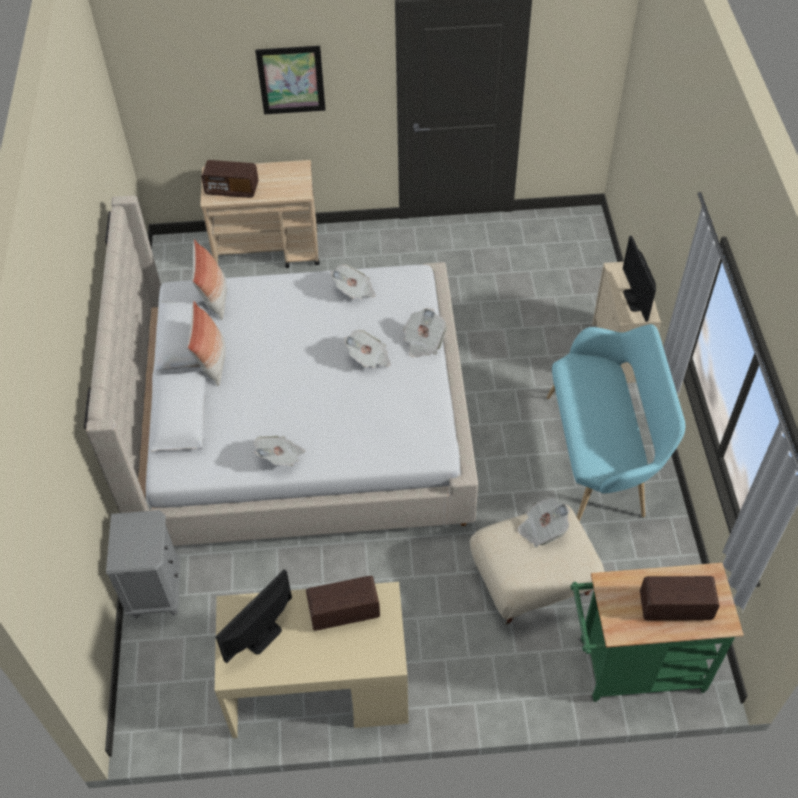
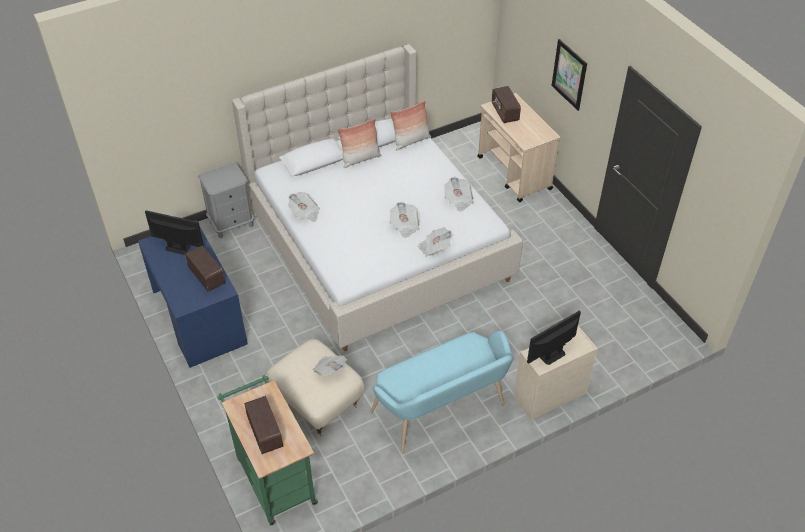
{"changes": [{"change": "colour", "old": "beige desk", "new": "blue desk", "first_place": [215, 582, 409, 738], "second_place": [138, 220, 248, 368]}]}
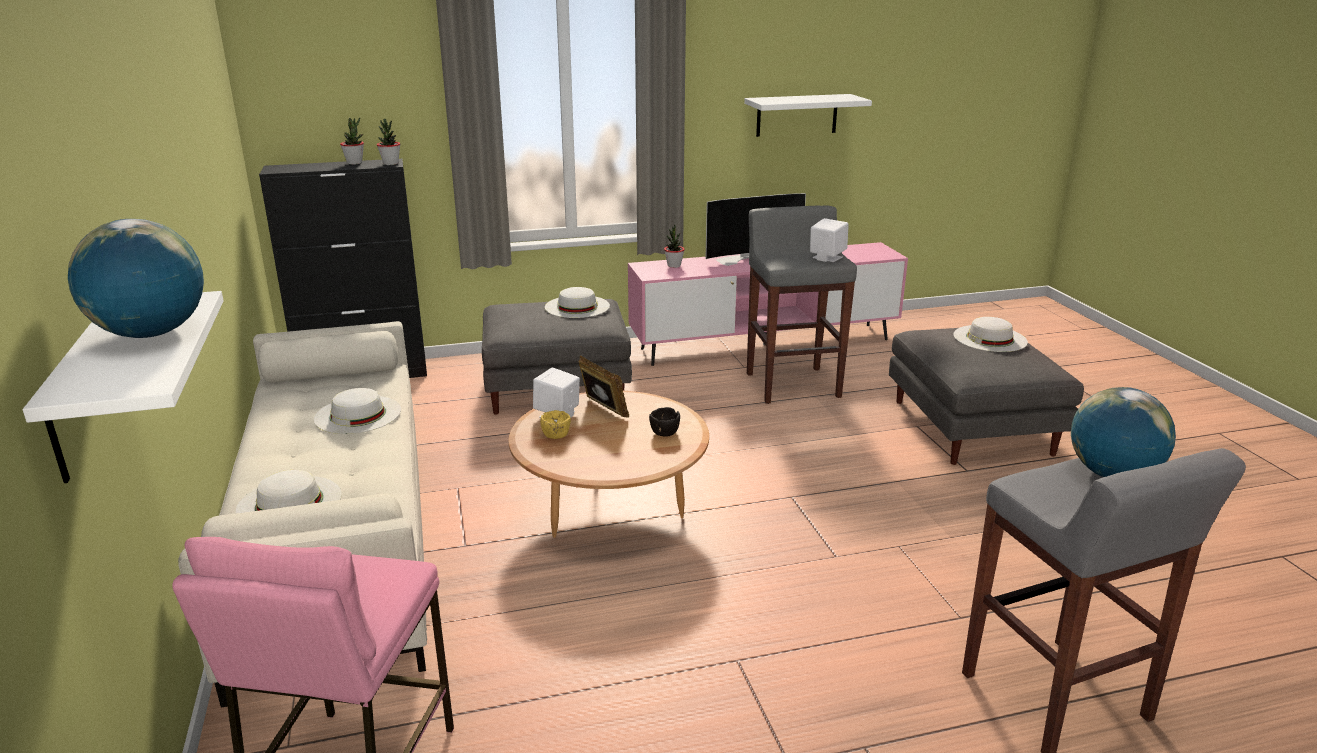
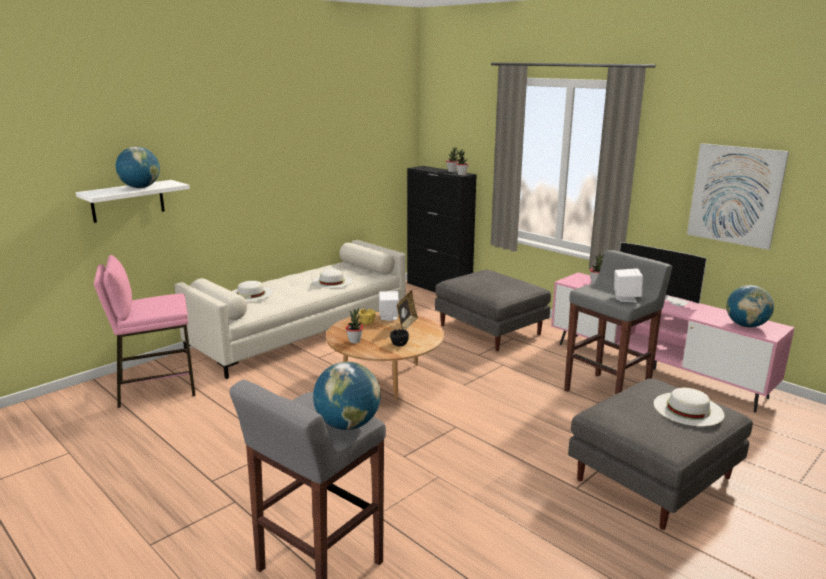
{"changes": [{"change": "exchanged", "old": "white shelf", "new": "picture", "first_place": [744, 94, 872, 137], "second_place": [687, 143, 789, 250]}, {"change": "missing", "old": "white hat", "first_place": [545, 287, 610, 318]}, {"change": "appeared", "new": "globe", "second_place": [726, 285, 774, 327]}, {"change": "appeared", "new": "potted plant", "second_place": [346, 307, 363, 344]}]}
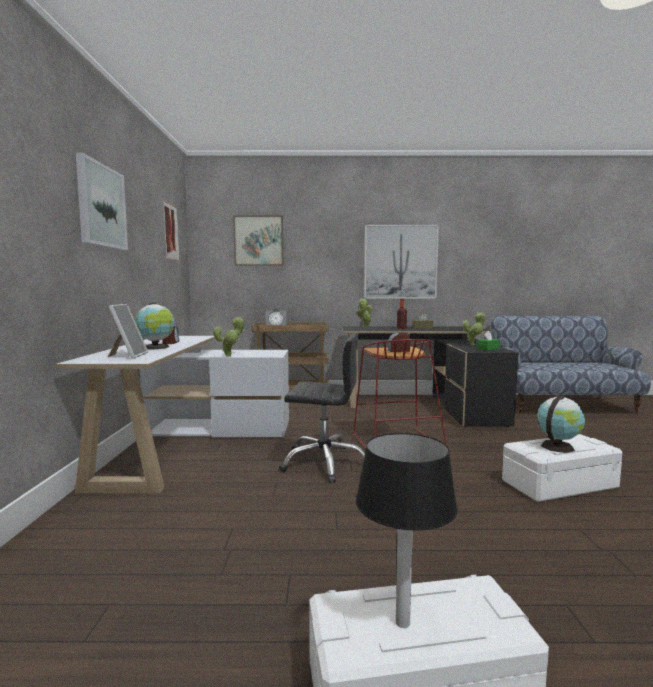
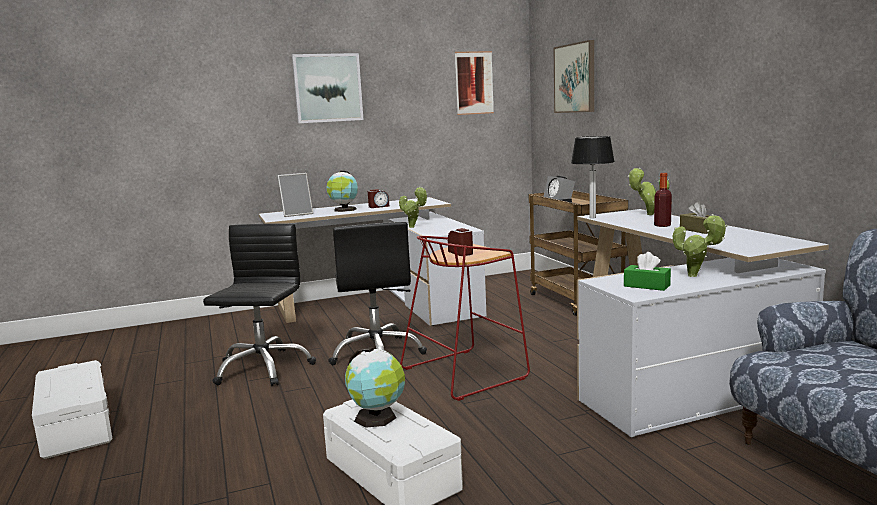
{"changes": [{"change": "missing", "old": "picture", "first_place": [364, 225, 439, 299]}, {"change": "colour", "old": "black desk", "new": "white desk", "first_place": [342, 327, 519, 427], "second_place": [577, 209, 829, 437]}, {"change": "relocated", "old": "table lamp", "first_place": [356, 433, 458, 628], "second_place": [571, 136, 615, 218]}, {"change": "appeared", "new": "black office chair", "second_place": [203, 223, 316, 386]}]}
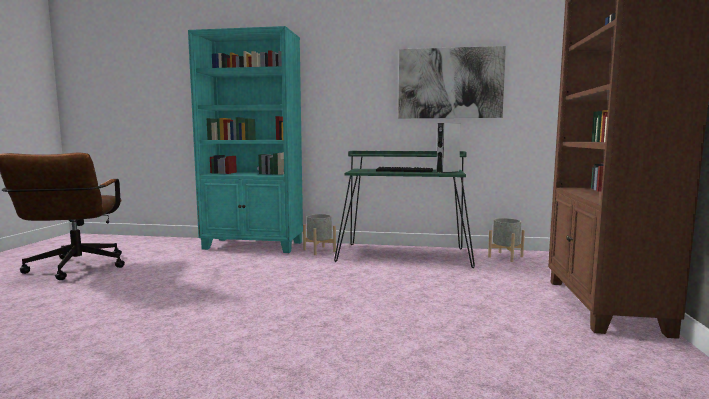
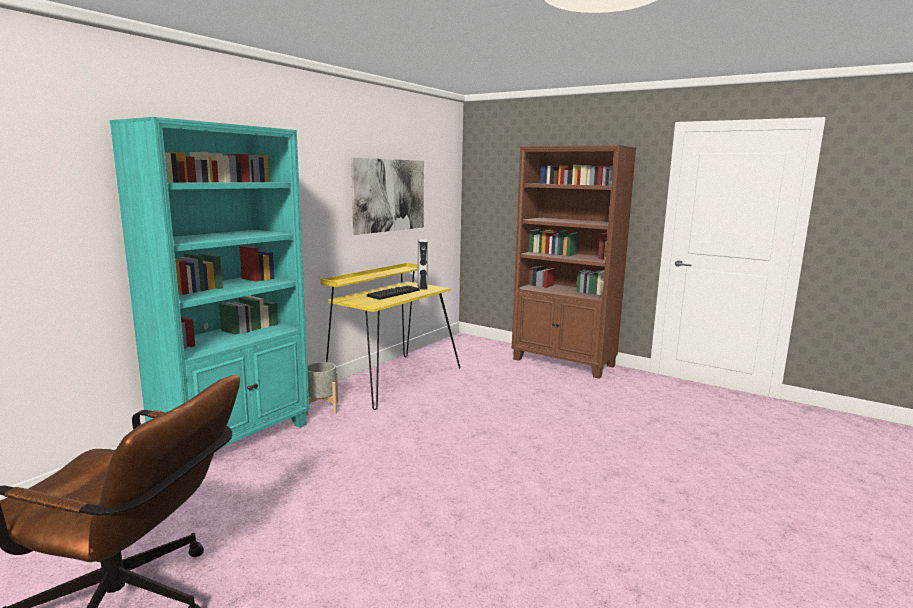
{"changes": [{"change": "colour", "old": "green desk", "new": "yellow desk", "first_place": [334, 151, 475, 268], "second_place": [320, 263, 460, 410]}, {"change": "missing", "old": "grey planter", "first_place": [488, 218, 525, 262]}]}
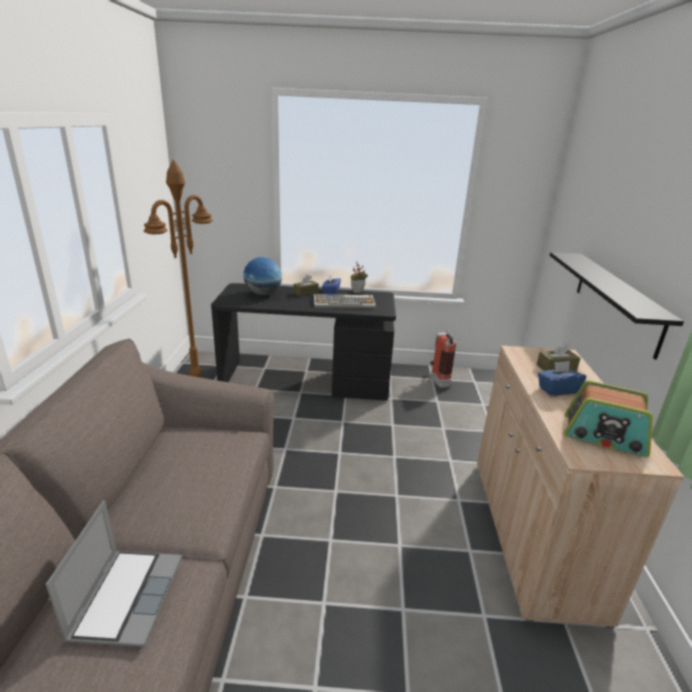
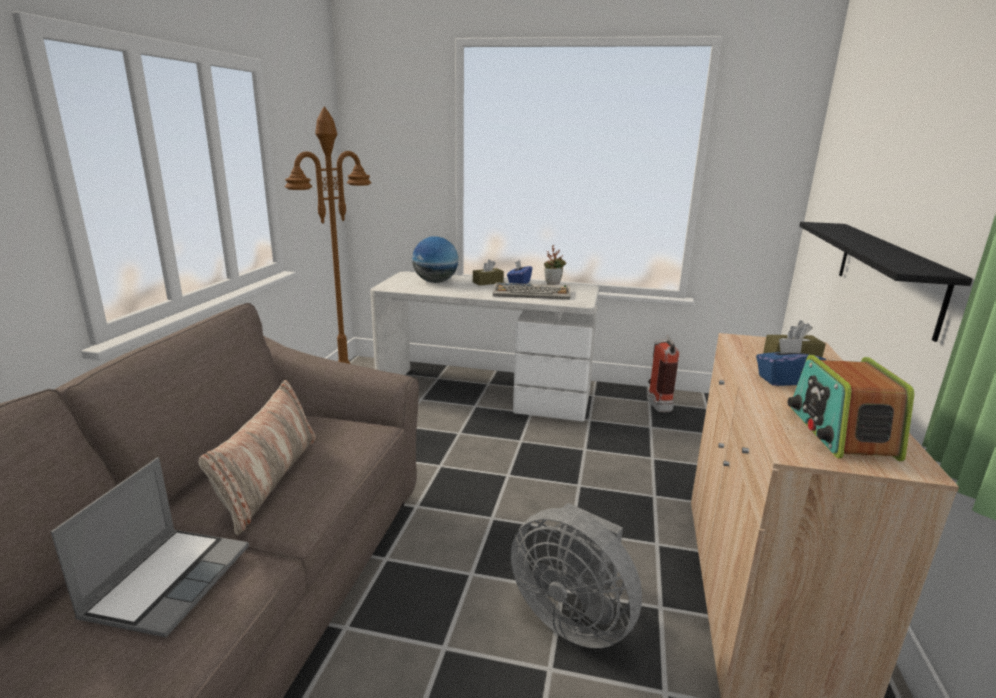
{"changes": [{"change": "colour", "old": "black desk", "new": "white desk", "first_place": [211, 283, 396, 401], "second_place": [370, 272, 599, 421]}, {"change": "spun", "old": "radio", "first_place": [563, 380, 653, 457], "second_place": [788, 355, 914, 461], "degrees": 60}, {"change": "appeared", "new": "pillow", "second_place": [199, 380, 316, 535]}, {"change": "appeared", "new": "grey fan", "second_place": [511, 503, 642, 648]}]}
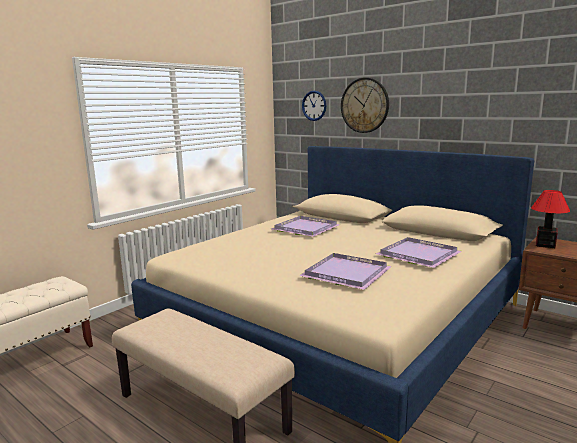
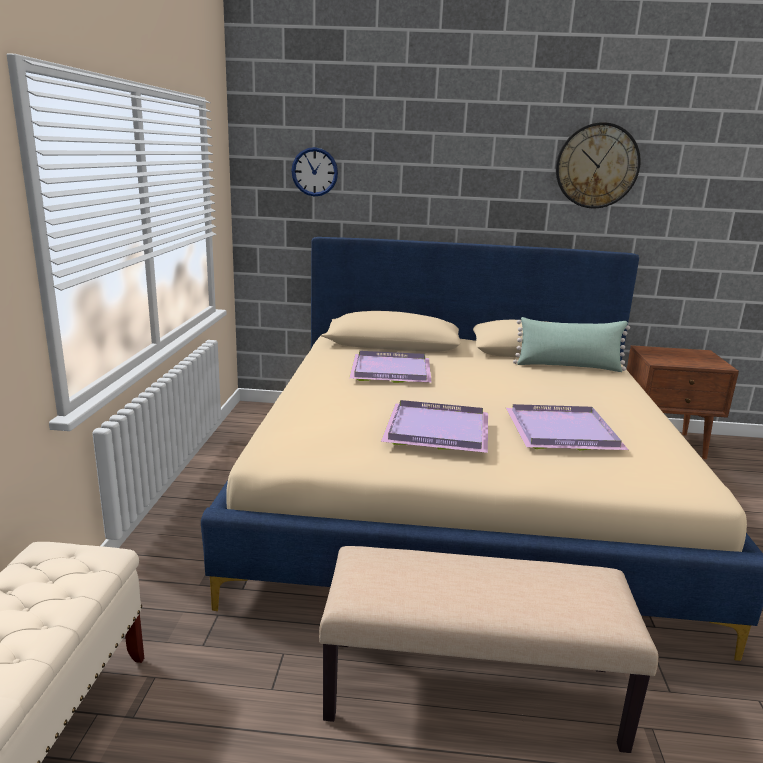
{"changes": [{"change": "relocated", "old": "wall clock", "first_place": [341, 78, 389, 133], "second_place": [556, 122, 641, 208]}, {"change": "missing", "old": "table lamp", "first_place": [531, 190, 570, 248]}, {"change": "relocated", "old": "purple tray", "first_place": [376, 237, 462, 268], "second_place": [381, 400, 488, 453]}, {"change": "appeared", "new": "green pillow", "second_place": [513, 317, 630, 372]}]}
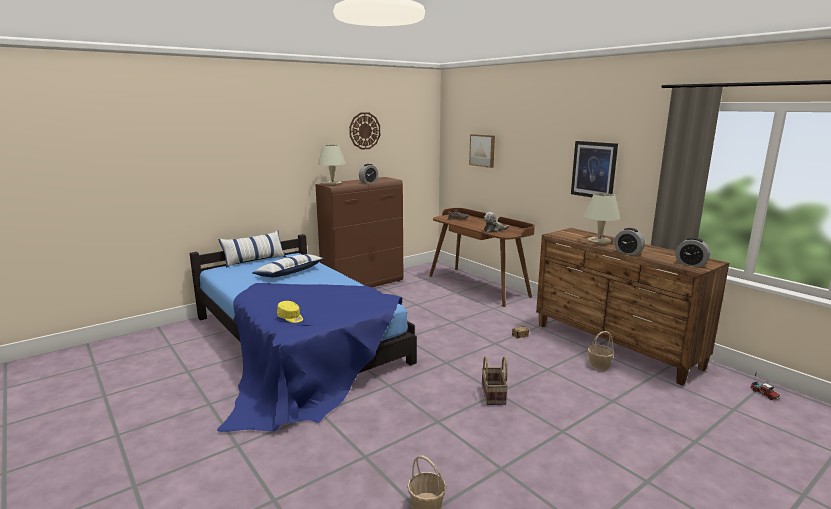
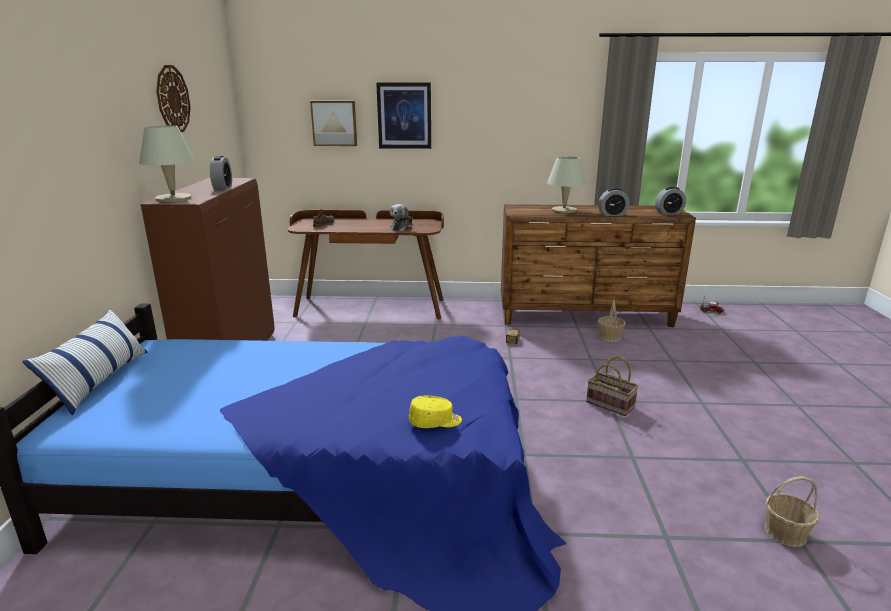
{"changes": [{"change": "relocated", "old": "picture", "first_place": [571, 141, 618, 197], "second_place": [376, 82, 431, 149]}, {"change": "missing", "old": "pillow", "first_place": [252, 254, 325, 277]}]}
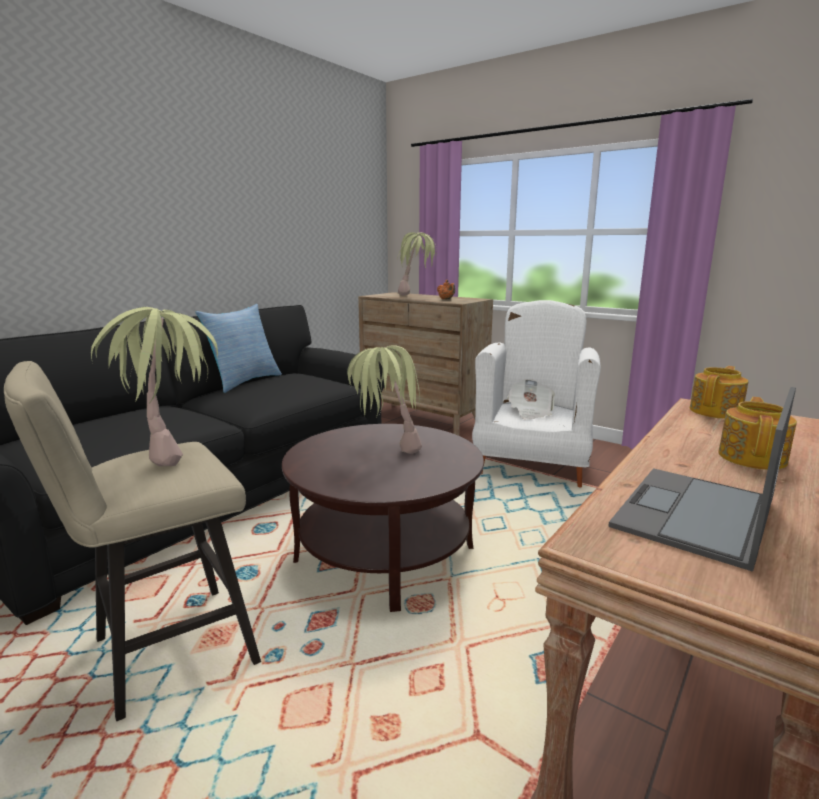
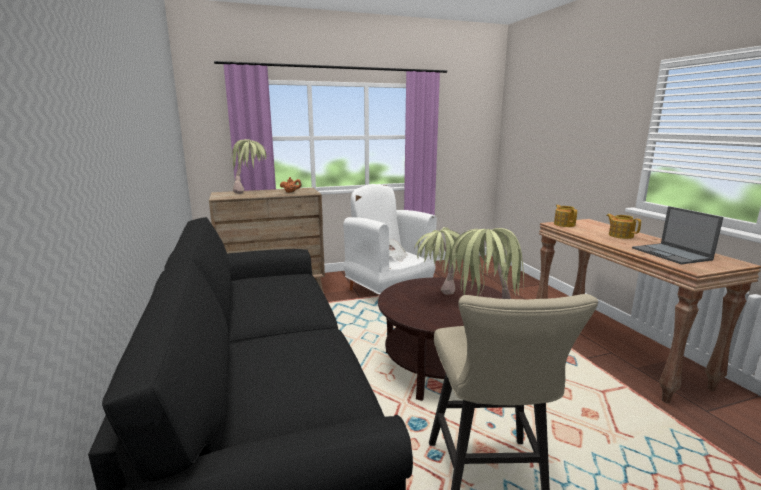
{"changes": [{"change": "missing", "old": "pillow", "first_place": [195, 304, 282, 393]}]}
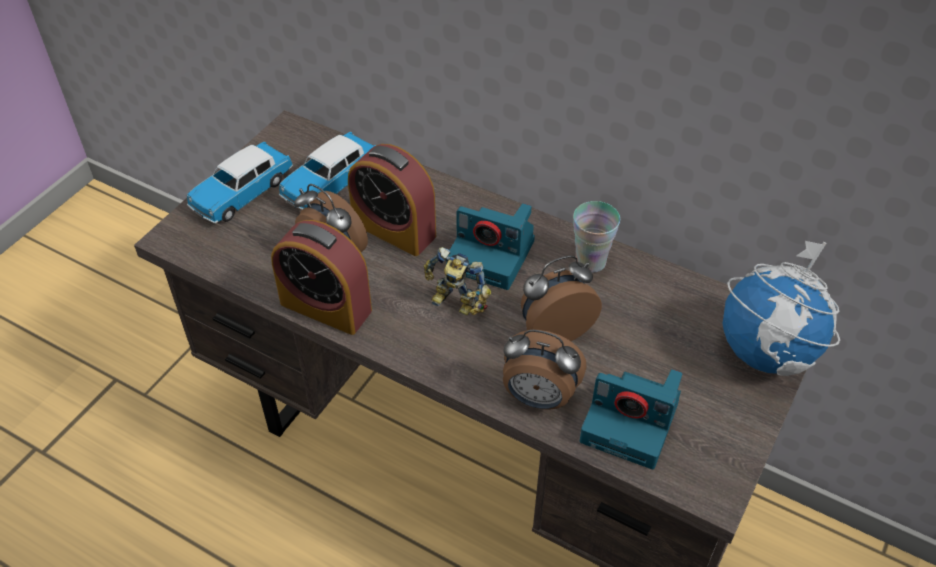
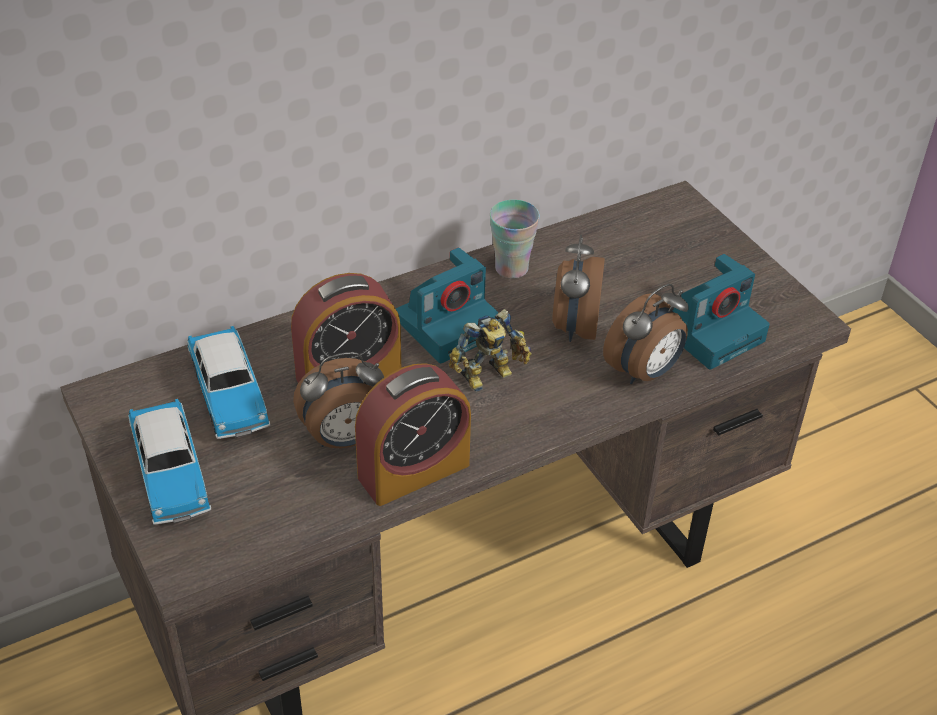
{"changes": [{"change": "missing", "old": "globe", "first_place": [723, 241, 840, 376]}]}
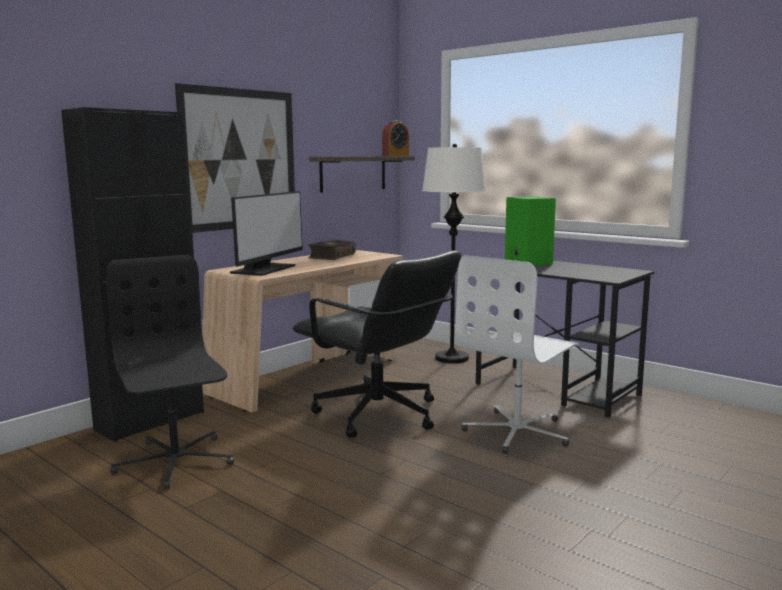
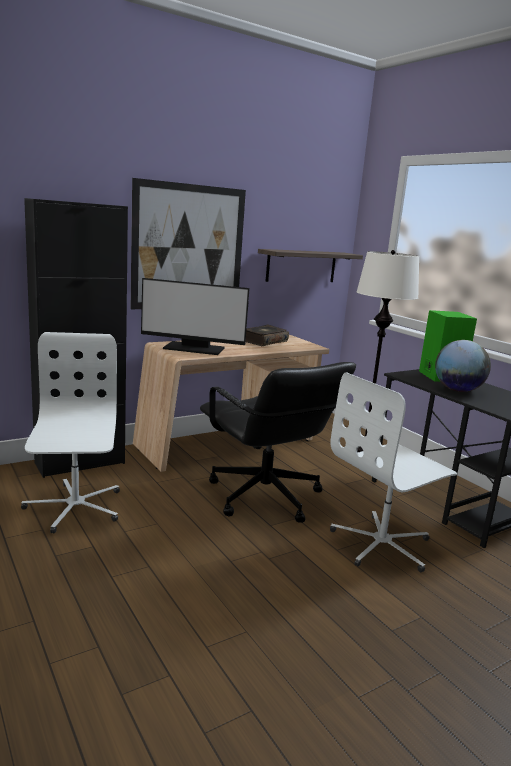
{"changes": [{"change": "missing", "old": "alarm clock", "first_place": [382, 121, 409, 156]}, {"change": "spun", "old": "monitor", "first_place": [230, 191, 303, 276], "second_place": [141, 278, 250, 355], "degrees": 60}, {"change": "colour", "old": "black office chair", "new": "white office chair", "first_place": [106, 255, 234, 489], "second_place": [21, 332, 120, 534]}, {"change": "appeared", "new": "globe", "second_place": [435, 340, 491, 392]}]}
